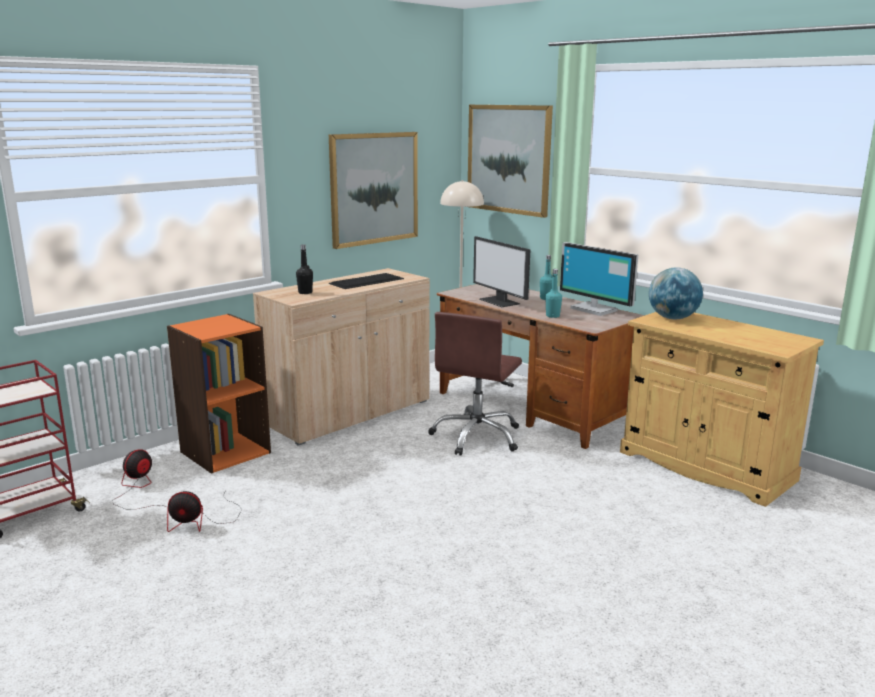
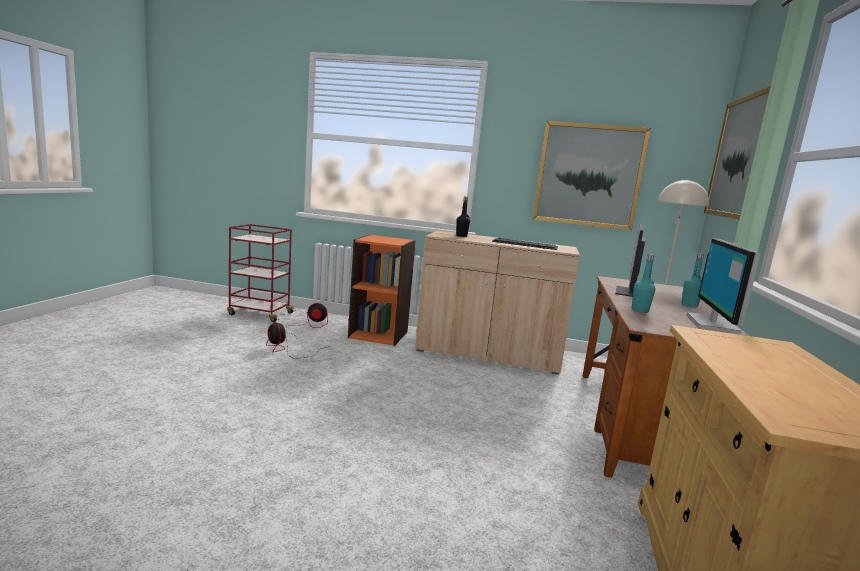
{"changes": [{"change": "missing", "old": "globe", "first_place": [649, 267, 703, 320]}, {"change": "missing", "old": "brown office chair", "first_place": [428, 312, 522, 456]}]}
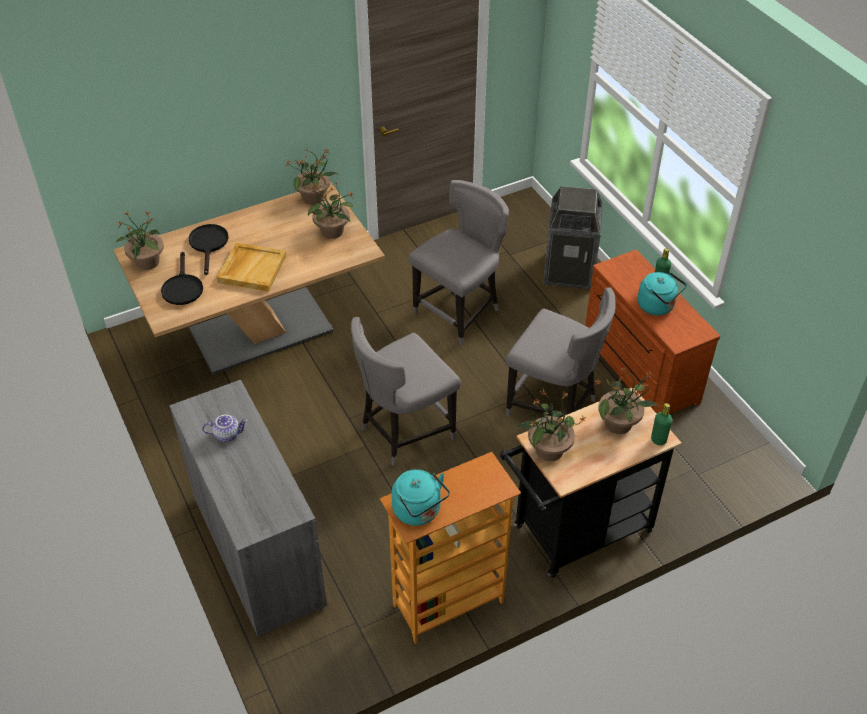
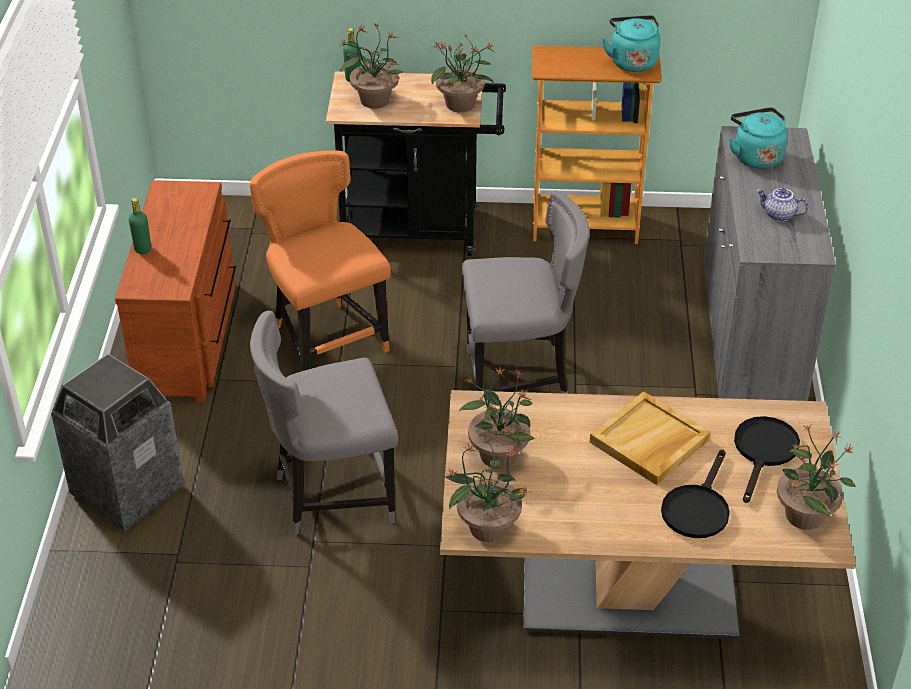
{"changes": [{"change": "relocated", "old": "turquoise kettle", "first_place": [638, 272, 687, 315], "second_place": [729, 107, 788, 169]}, {"change": "colour", "old": "grey chair", "new": "orange chair", "first_place": [506, 287, 616, 417], "second_place": [250, 150, 391, 371]}]}
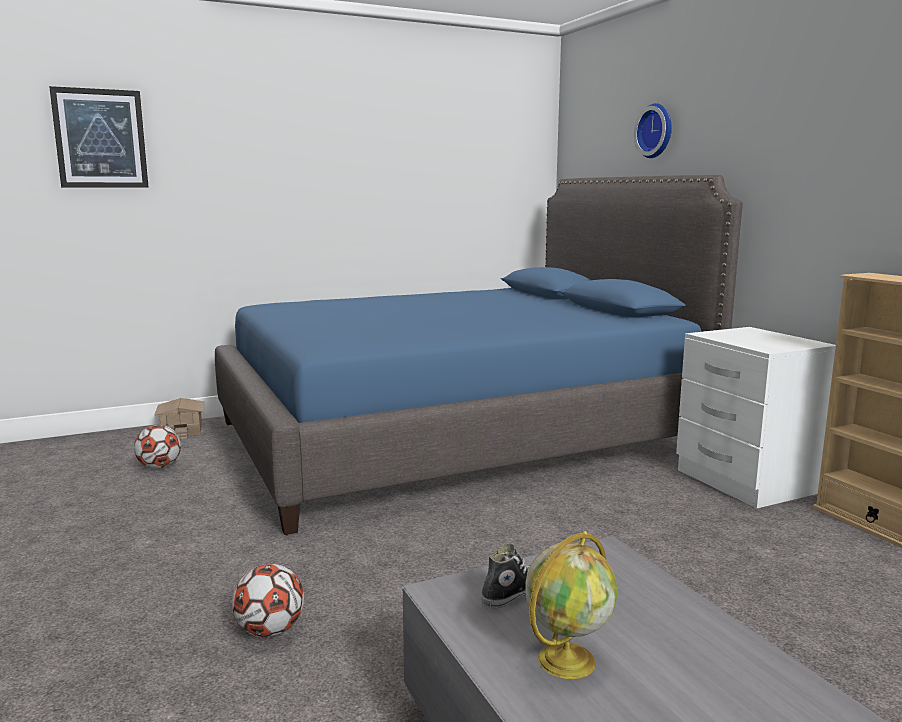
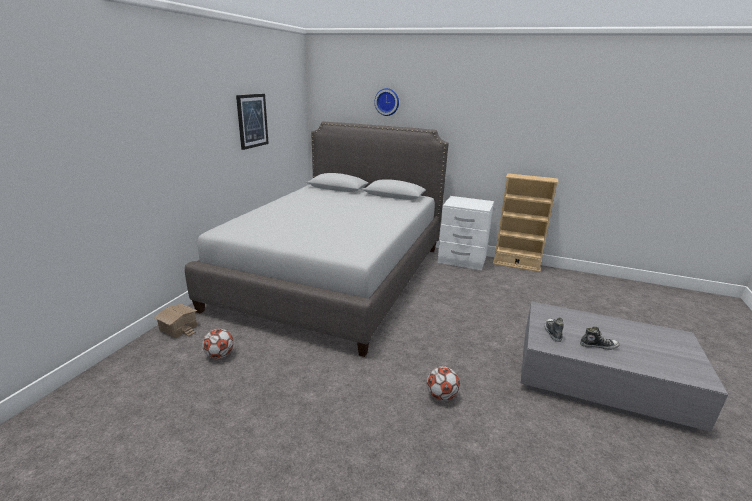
{"changes": [{"change": "relocated", "old": "picture", "first_place": [49, 86, 149, 188], "second_place": [236, 94, 269, 150]}, {"change": "colour", "old": "blue bed", "new": "grey bed", "first_place": [215, 175, 743, 535], "second_place": [185, 121, 449, 357]}, {"change": "exchanged", "old": "globe", "new": "shoe", "first_place": [525, 531, 617, 679], "second_place": [580, 327, 620, 350]}]}
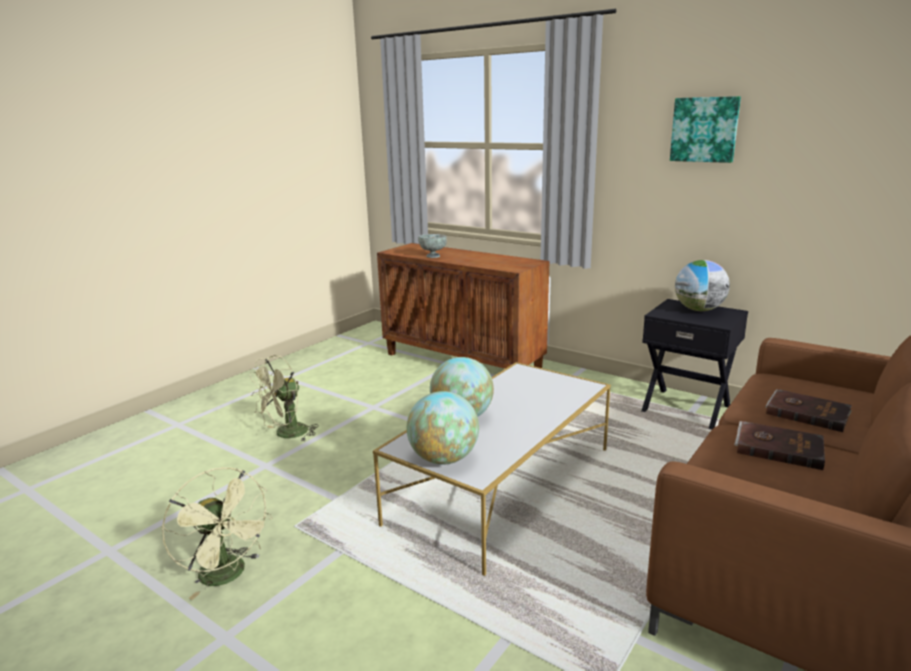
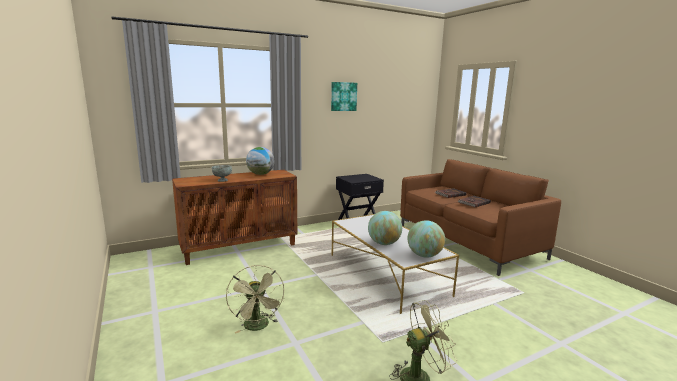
{"changes": [{"change": "relocated", "old": "globe", "first_place": [675, 260, 730, 311], "second_place": [246, 147, 274, 175]}]}
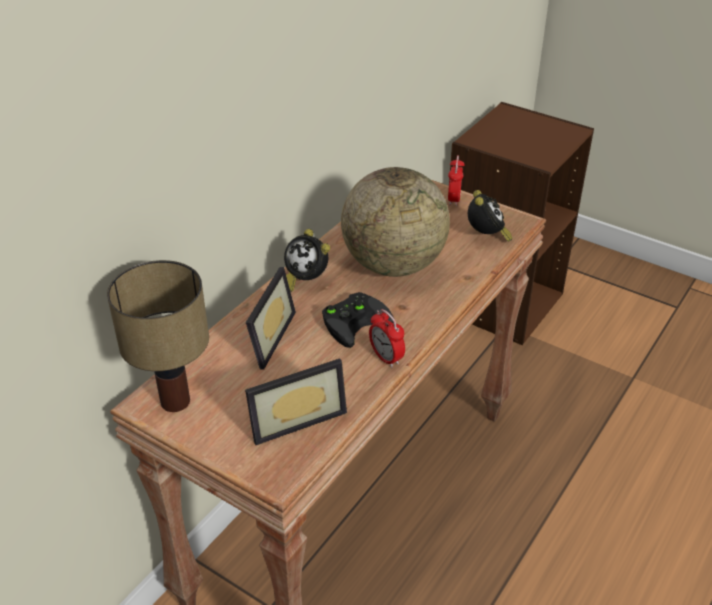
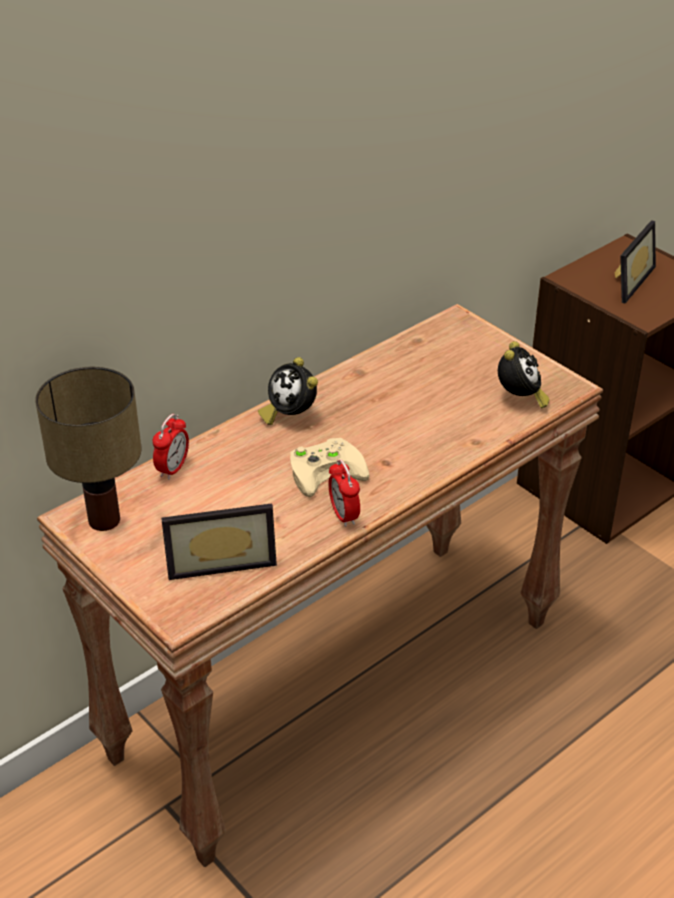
{"changes": [{"change": "relocated", "old": "alarm clock", "first_place": [448, 155, 465, 206], "second_place": [153, 414, 189, 480]}, {"change": "missing", "old": "globe", "first_place": [341, 167, 450, 277]}, {"change": "relocated", "old": "picture frame", "first_place": [246, 267, 296, 370], "second_place": [614, 220, 656, 303]}, {"change": "colour", "old": "black game controller", "new": "beige game controller", "first_place": [322, 292, 394, 348], "second_place": [290, 438, 369, 497]}]}
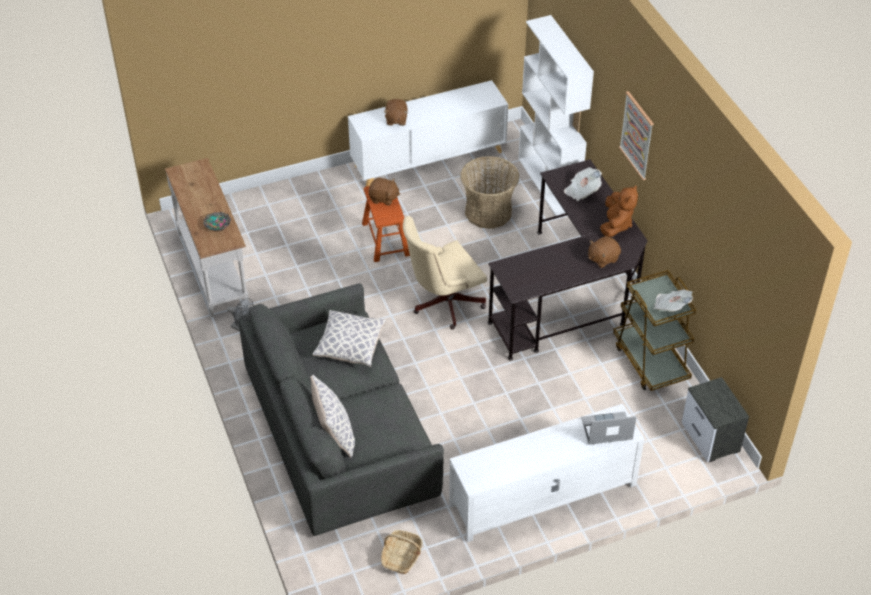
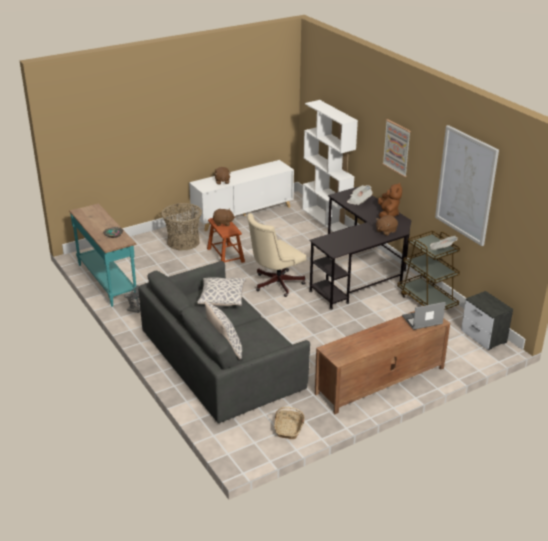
{"changes": [{"change": "relocated", "old": "basket", "first_place": [460, 156, 520, 229], "second_place": [161, 203, 202, 250]}, {"change": "colour", "old": "white console table", "new": "turquoise console table", "first_place": [165, 158, 249, 317], "second_place": [69, 204, 137, 307]}, {"change": "colour", "old": "white tv stand", "new": "brown tv stand", "first_place": [449, 404, 644, 542], "second_place": [315, 311, 450, 414]}, {"change": "appeared", "new": "picture", "second_place": [435, 125, 499, 246]}]}
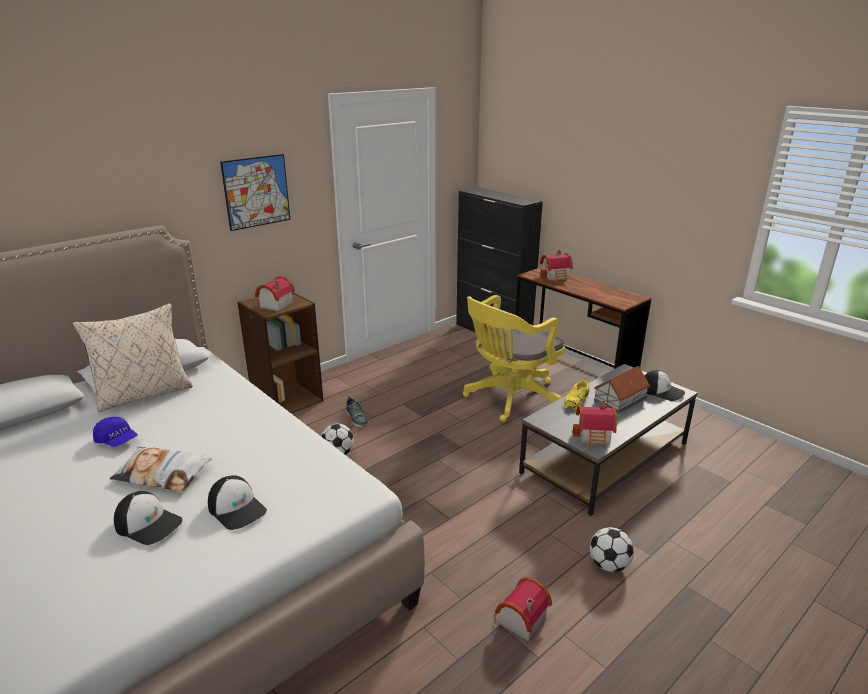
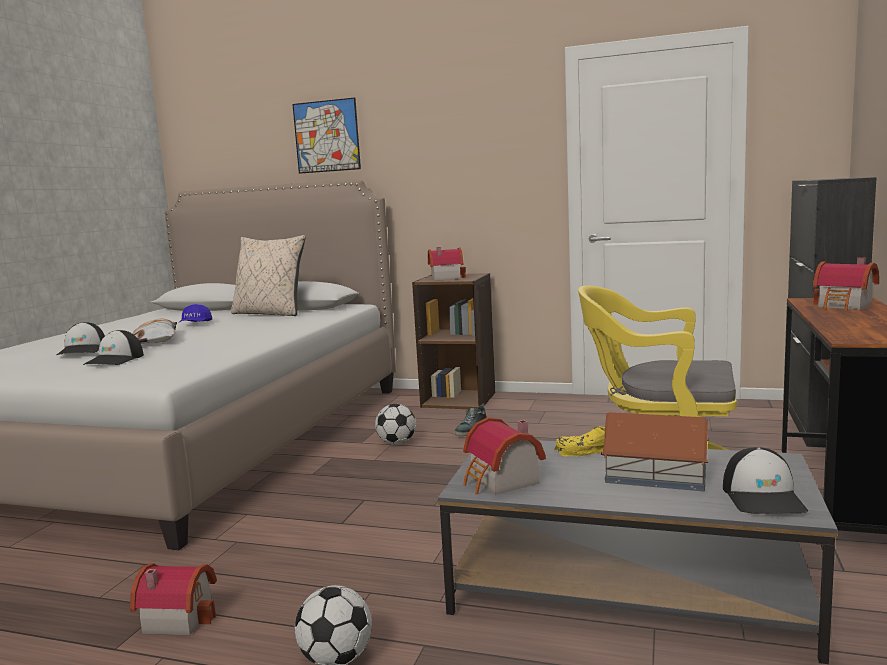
{"changes": [{"change": "relocated", "old": "picture", "first_place": [220, 154, 290, 231], "second_place": [292, 97, 361, 174]}]}
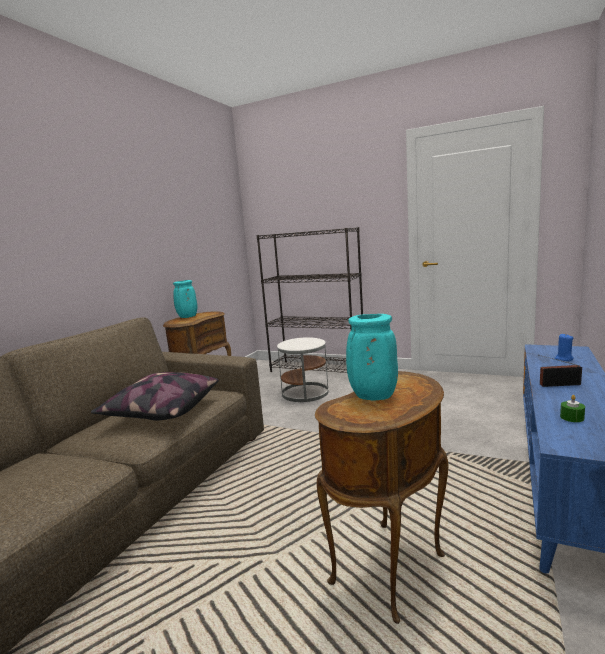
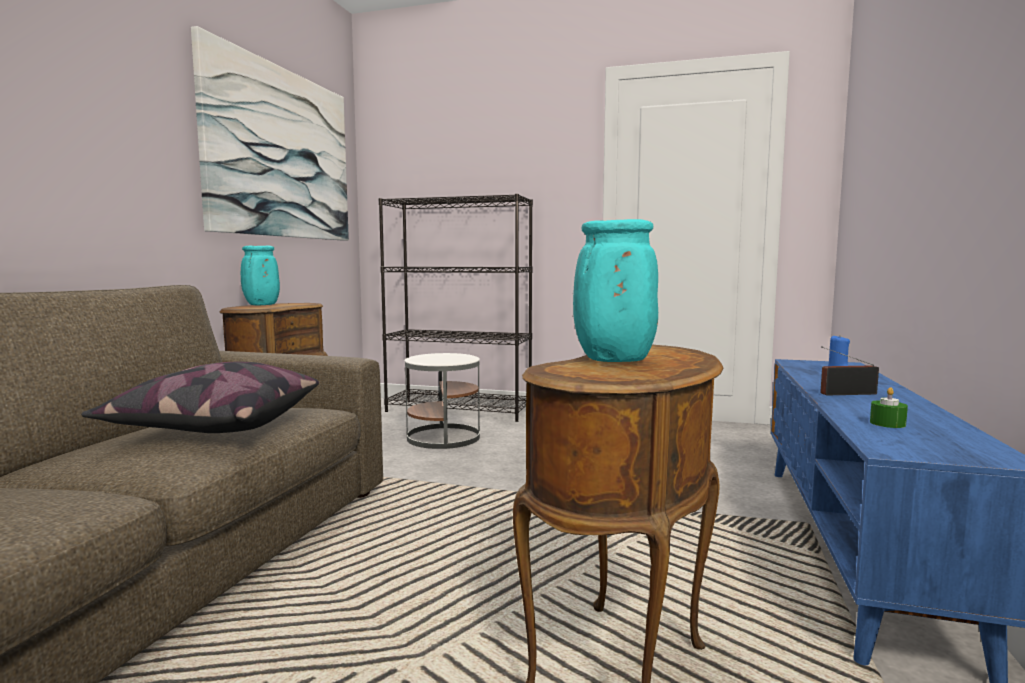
{"changes": [{"change": "appeared", "new": "picture", "second_place": [191, 26, 349, 241]}]}
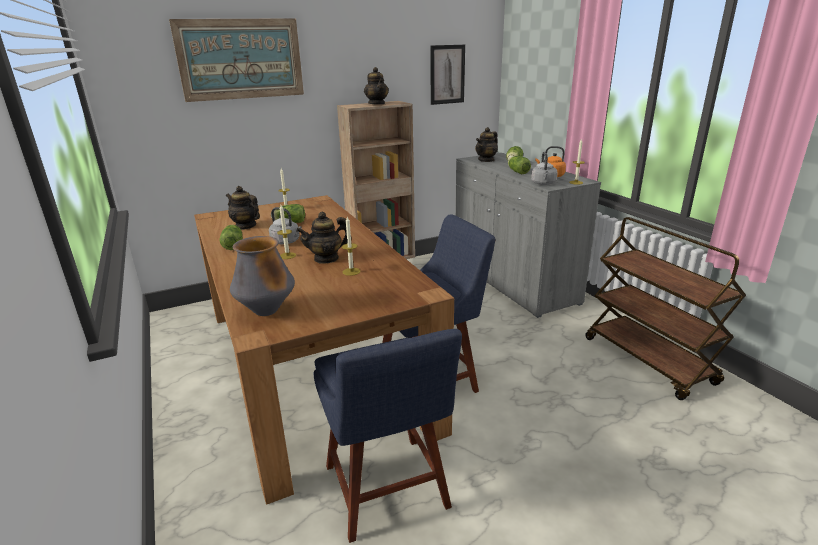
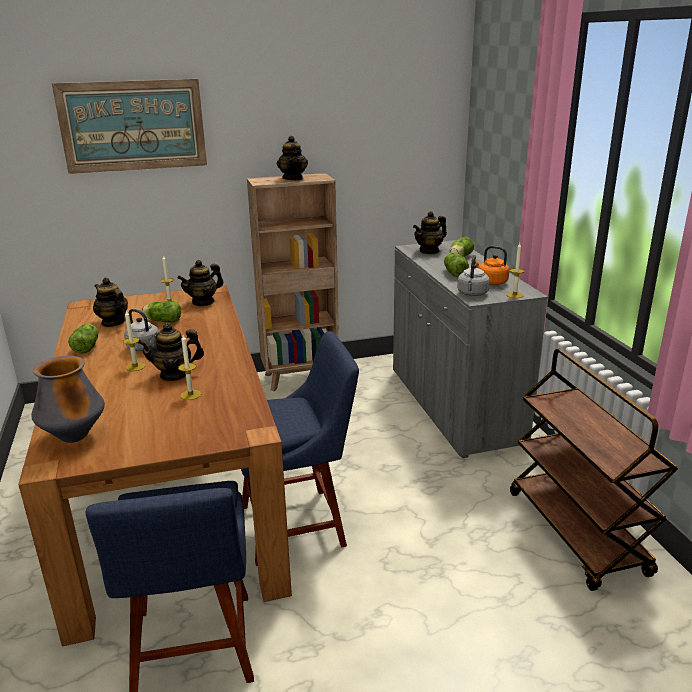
{"changes": [{"change": "missing", "old": "picture", "first_place": [430, 45, 465, 105]}, {"change": "appeared", "new": "teapot", "second_place": [178, 260, 223, 306]}]}
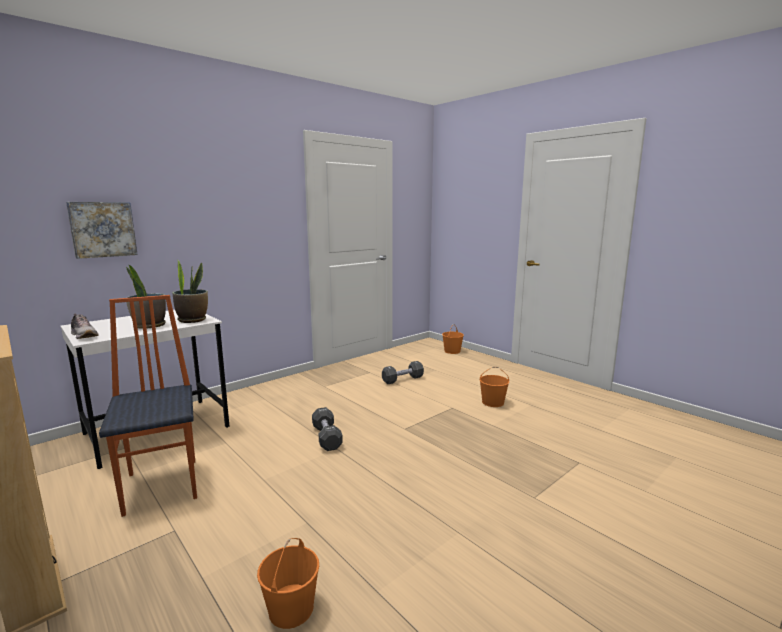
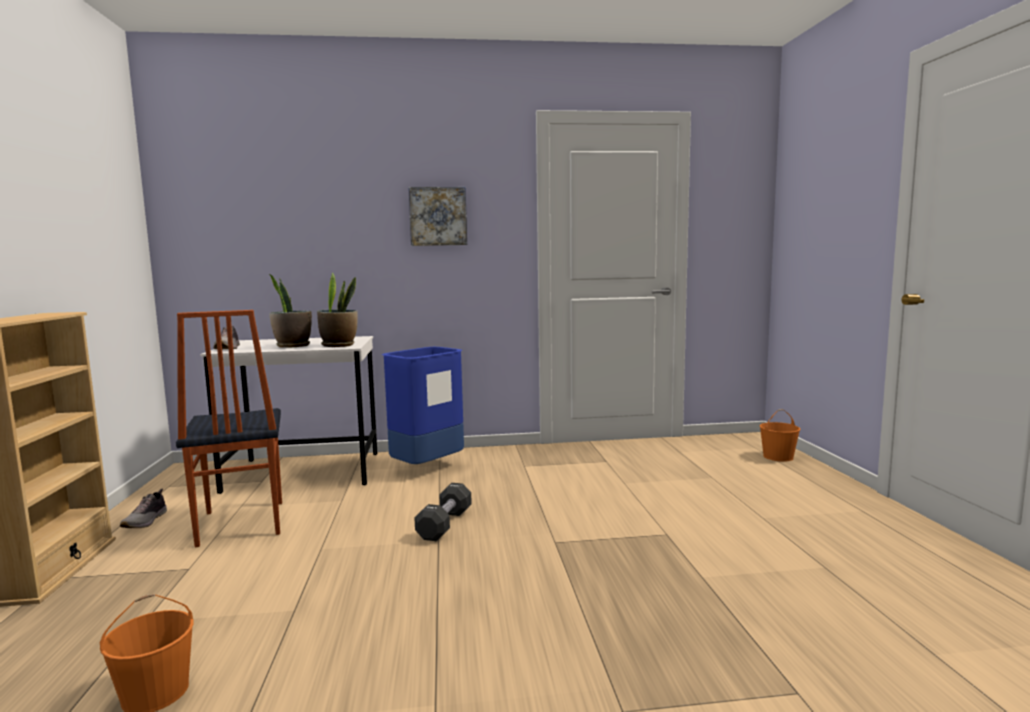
{"changes": [{"change": "relocated", "old": "picture", "first_place": [66, 202, 138, 259], "second_place": [408, 187, 467, 246]}, {"change": "spun", "old": "chair", "first_place": [99, 295, 197, 517], "second_place": [176, 310, 282, 548], "degrees": 150}, {"change": "missing", "old": "black dumbbell", "first_place": [382, 361, 424, 384]}, {"change": "missing", "old": "orange bucket", "first_place": [480, 367, 509, 407]}, {"change": "appeared", "new": "blue trash can", "second_place": [382, 347, 464, 464]}, {"change": "appeared", "new": "shoe", "second_place": [120, 489, 167, 528]}]}
